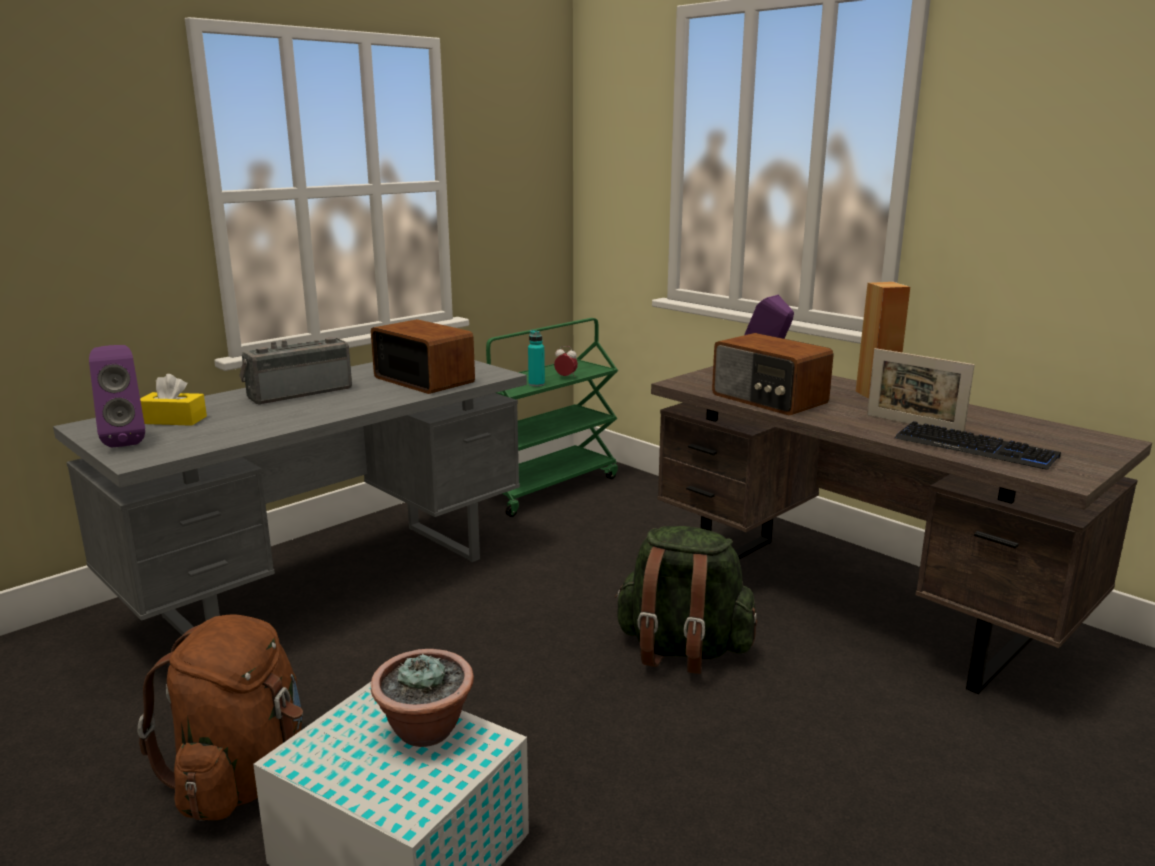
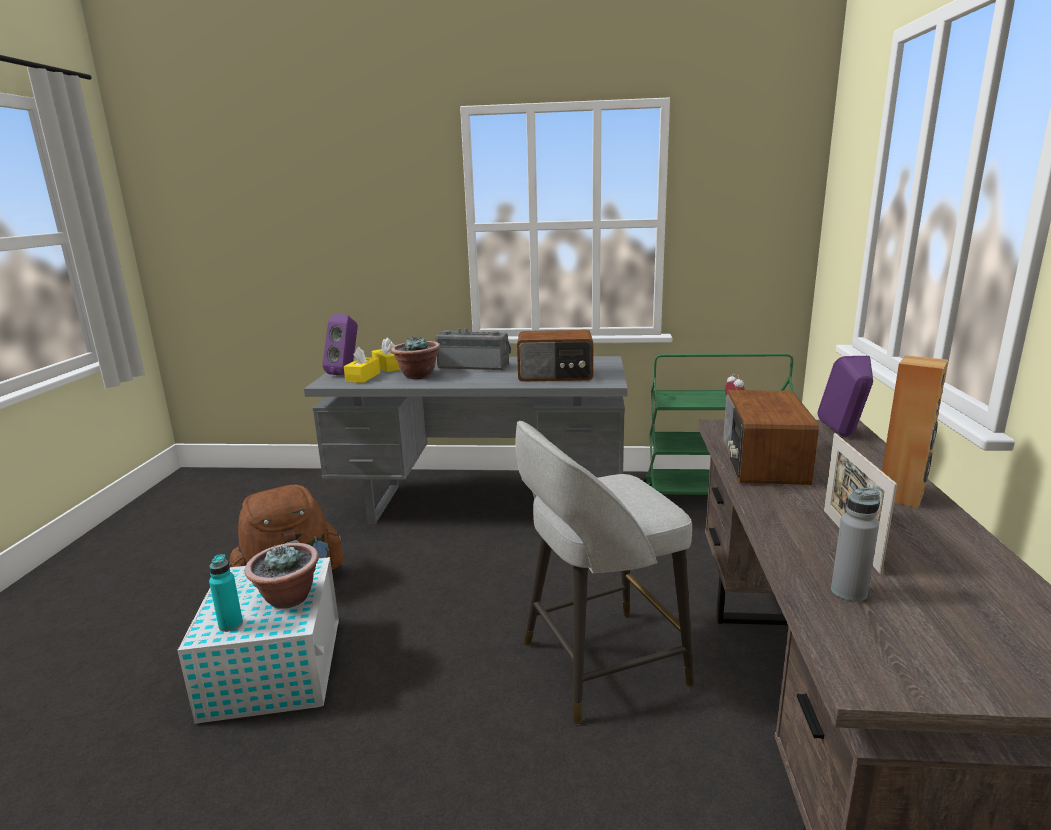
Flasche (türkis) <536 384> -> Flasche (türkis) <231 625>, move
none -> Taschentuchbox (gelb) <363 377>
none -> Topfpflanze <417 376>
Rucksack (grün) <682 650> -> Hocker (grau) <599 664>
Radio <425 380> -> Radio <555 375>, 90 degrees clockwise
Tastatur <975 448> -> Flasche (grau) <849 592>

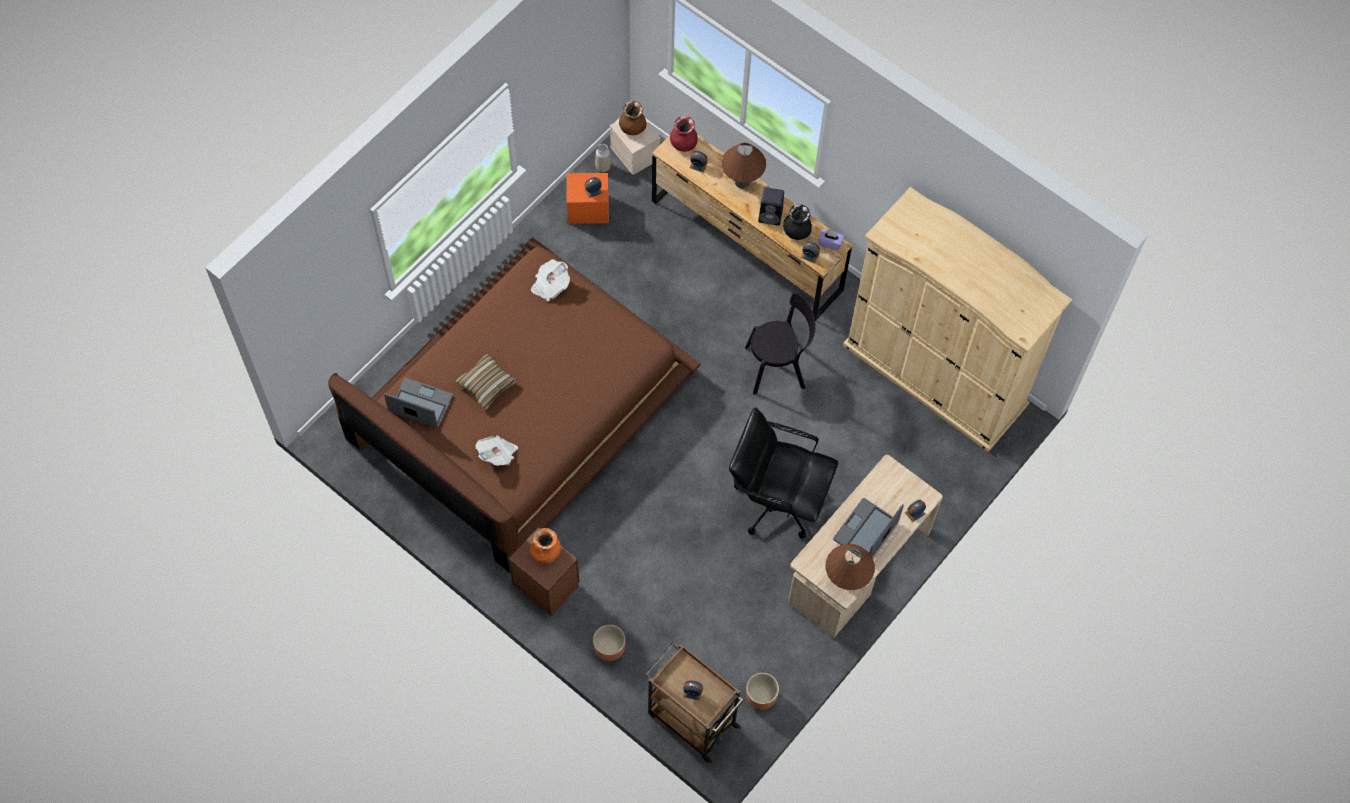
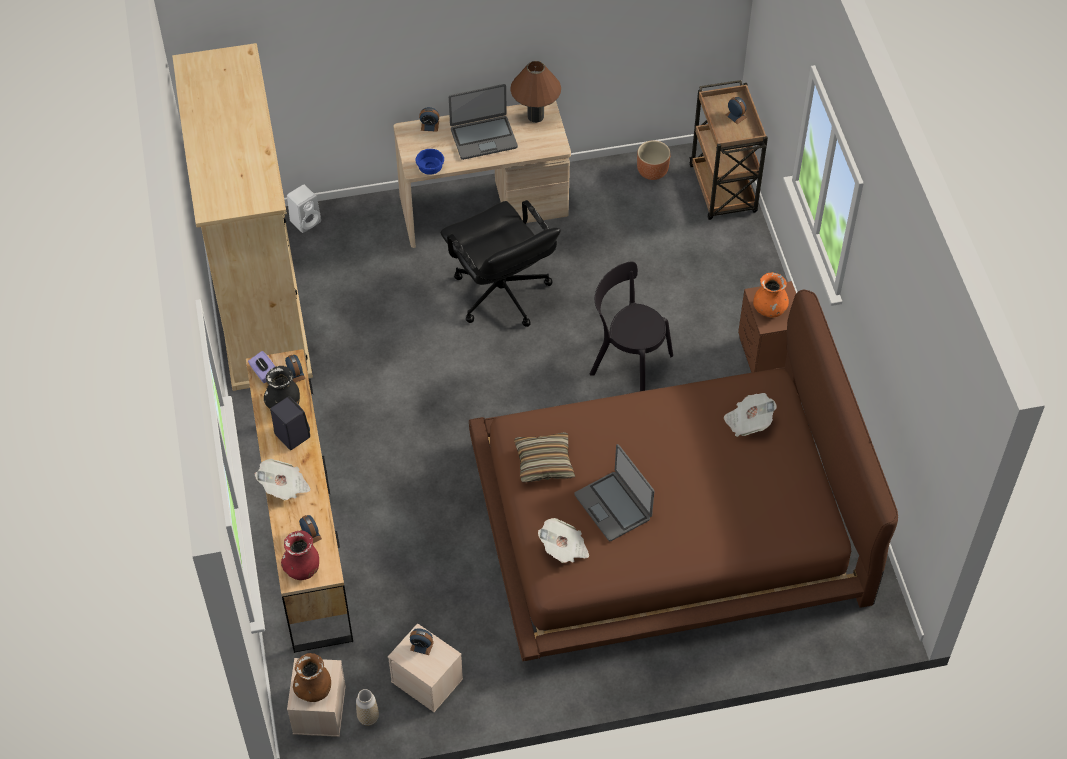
Tischlampe (braun) <742 182> -> Zeitung <284 487>
none -> Lautsprecher (weiß) <306 221>
Aufbewahrungsbox (orange) <587 209> -> Aufbewahrungsbox (beige) <428 680>
none -> Schüssel (blau) <431 168>
Kissen <487 384> -> Kissen <544 462>, move
Laptop <421 405> -> Laptop <613 506>, move
Stuhl (schwarz) <778 367> -> Stuhl (schwarz) <627 362>, move
Pflanzkübel (braun) <609 649> -> none

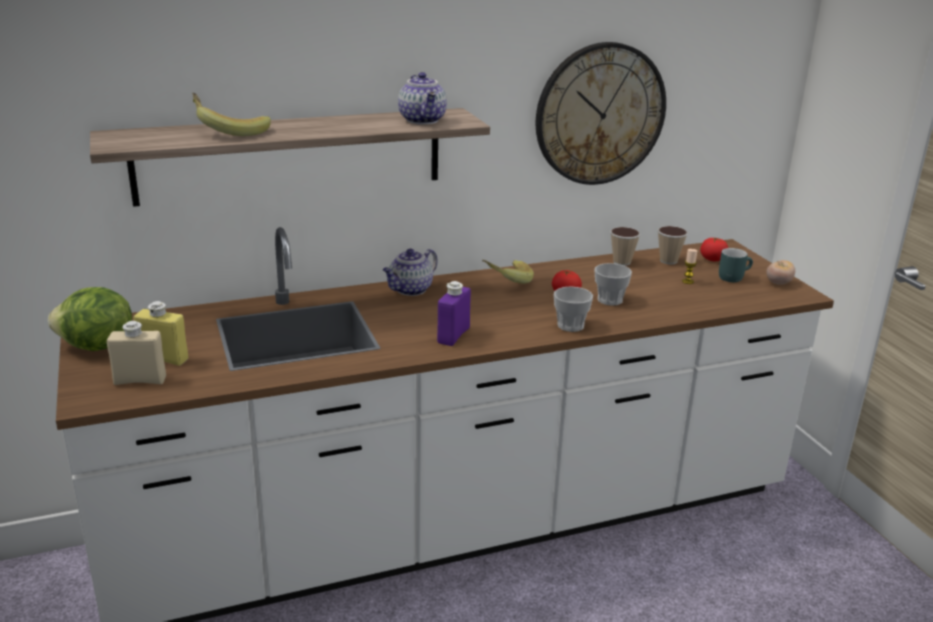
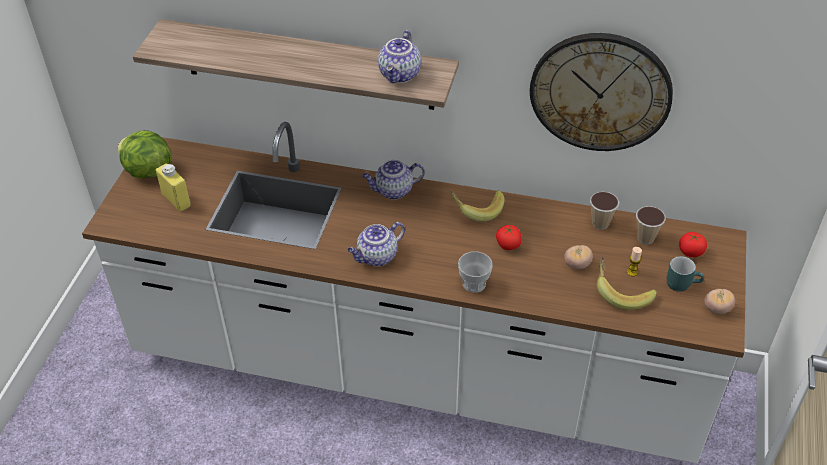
Flasche (lila) <453 335> -> Teekanne <376 257>
none -> Tomate <577 264>
Banane <230 131> -> Banane <621 292>, move
Flasche (beige) <140 380> -> none
Tasse <610 300> -> none

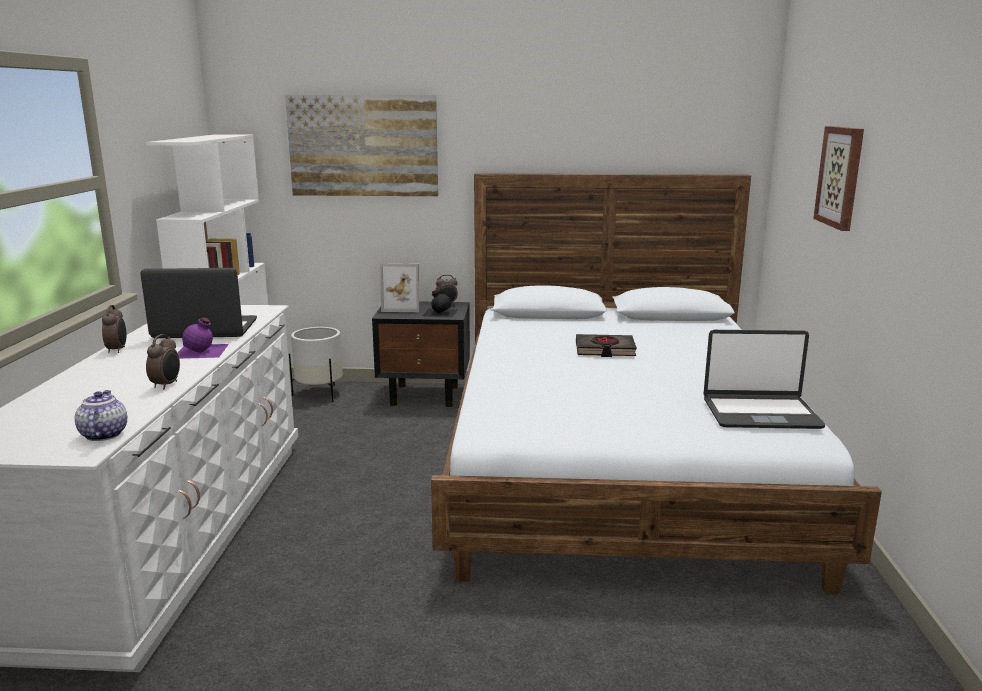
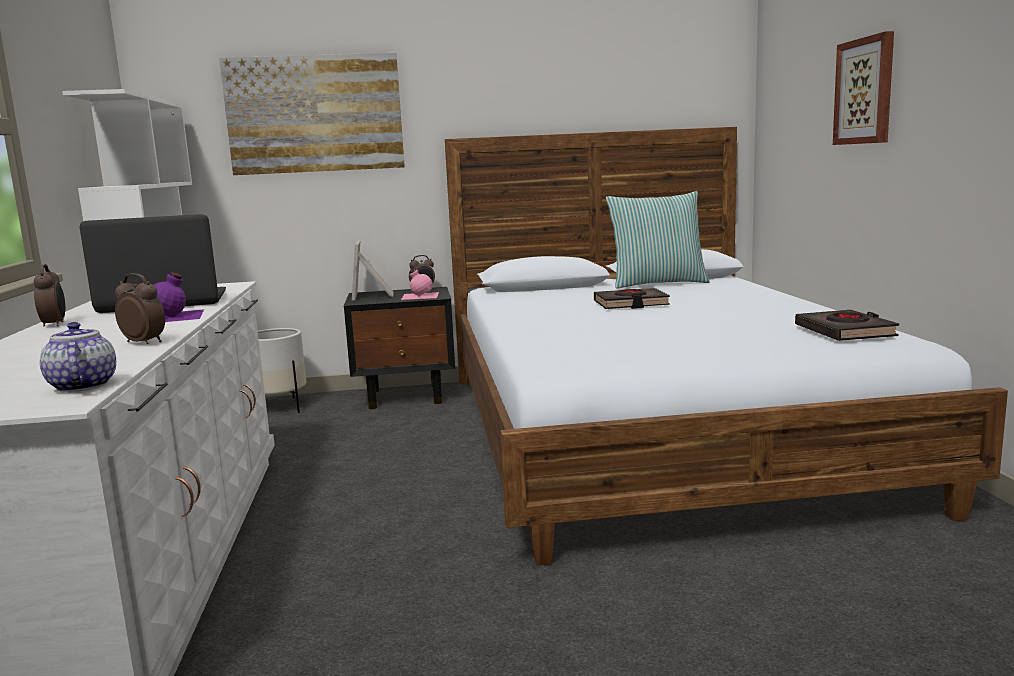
Wecker <167 385> -> Wecker <145 342>, 60 degrees counterclockwise
Bilderrahmen <402 307> -> Bilderrahmen <374 295>, 90 degrees clockwise
Flasche (schwarz) <439 312> -> Flasche (rosa) <419 295>
none -> Kissen <657 283>
Laptop <760 413> -> Buch (schwarz) <845 332>

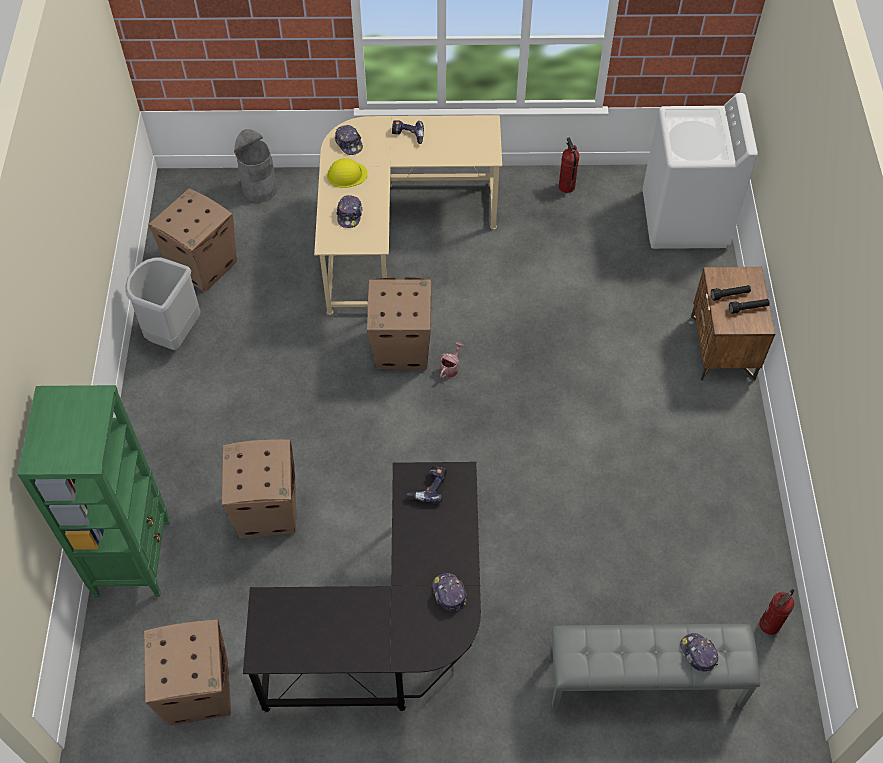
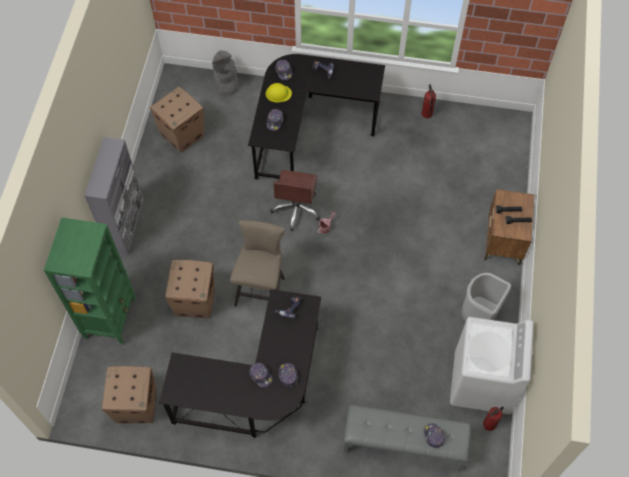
none -> Schrank (grau) <126 225>
none -> Hocker (beige) <261 289>
Schreibtisch (beige) <394 232> -> Schreibtisch (schwarz) <308 129>
none -> Kappe <261 376>
Karton <400 348> -> Bürostuhl (braun) <296 209>
Waschmaschine (weiß) <685 220> -> Waschmaschine (weiß) <482 383>, move
Mülleimer (grau) <173 334> -> Mülleimer (grau) <478 316>, move

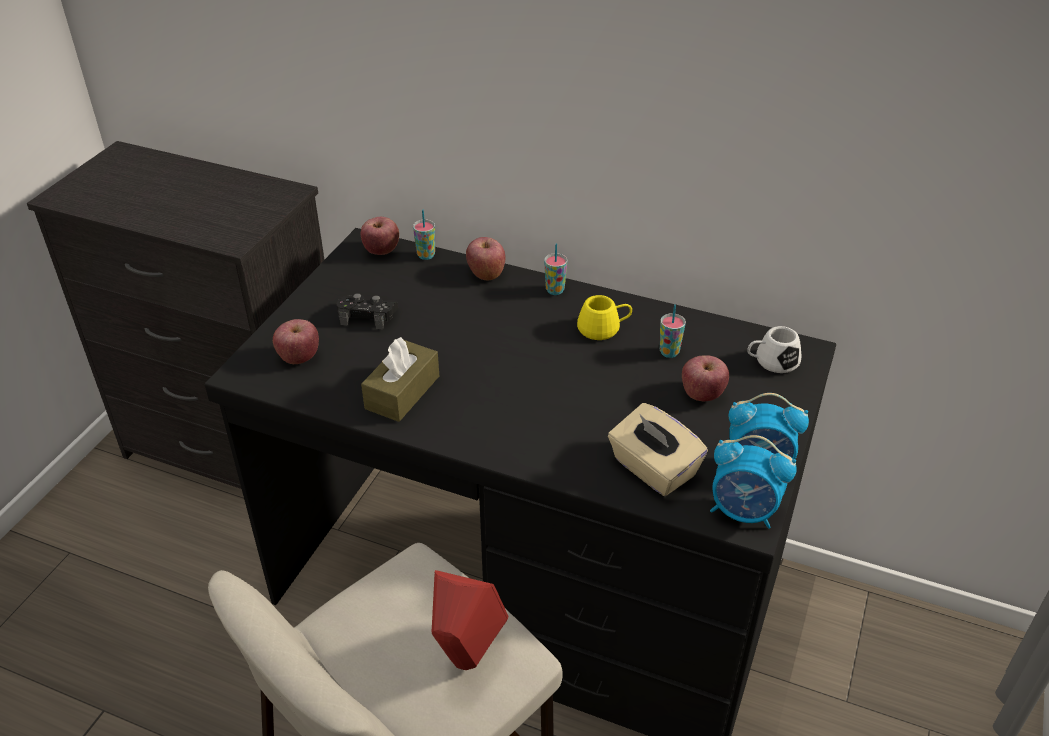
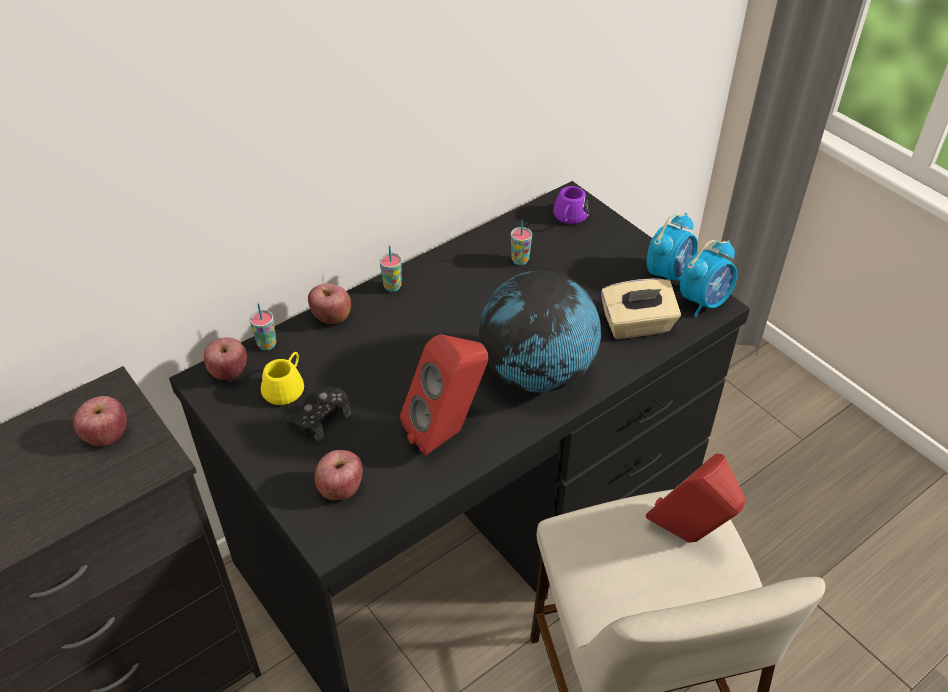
Apfel <702 394> -> Apfel <106 435>, move
Henkelbecher (gelb) <604 328> -> Henkelbecher (gelb) <286 387>, move
Taschentuchbox (braun) <402 392> -> Lautsprecher (rot) <448 432>
none -> Globus <536 373>
Henkelbecher (weiß) <771 361> -> Henkelbecher (lila) <569 217>

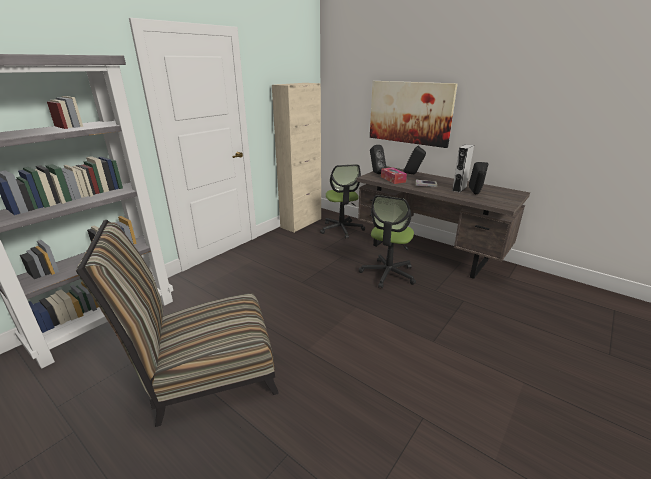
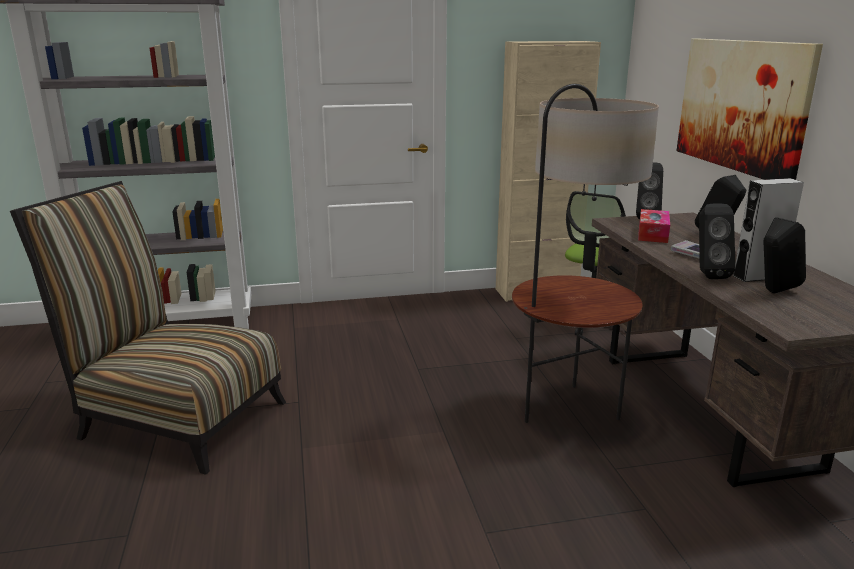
Bürostuhl <388 274> -> Stehlampe <566 410>
none -> Lautsprecher (schwarz) <707 274>

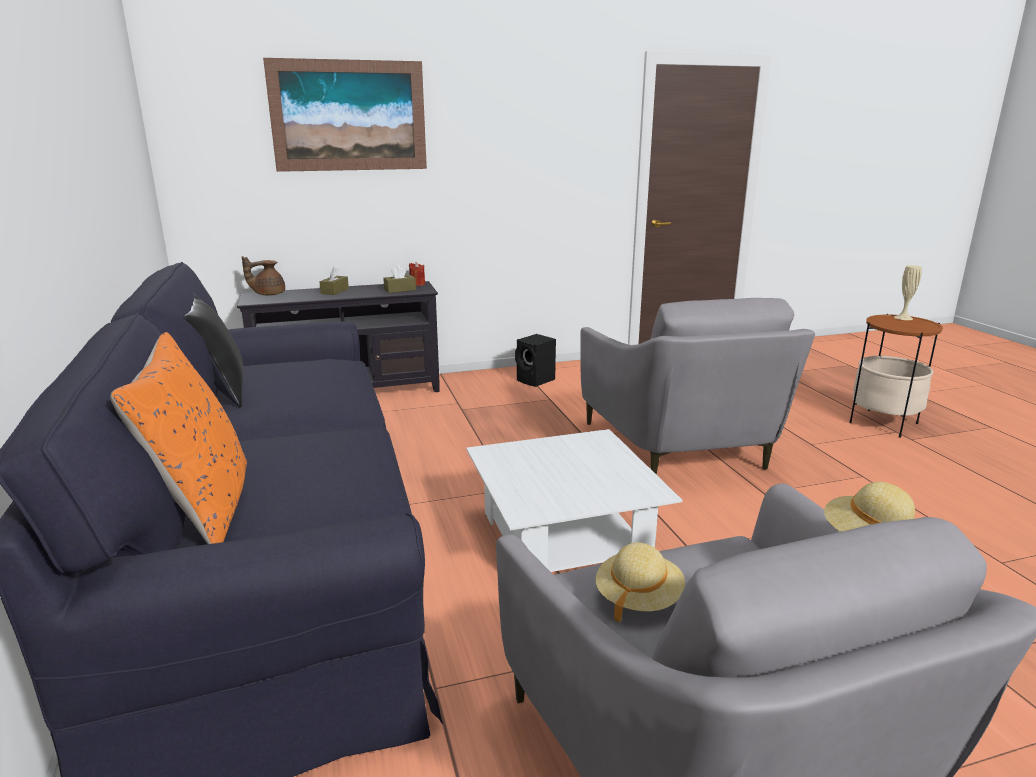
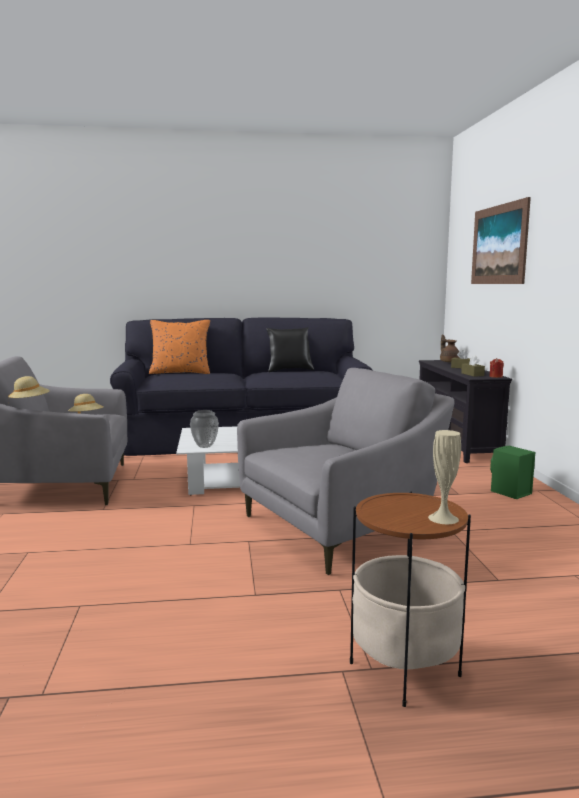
none -> Vase <205 446>
Sessel (grau) <684 447> -> Sessel (grau) <343 527>, 150 degrees clockwise
Lautsprecher (schwarz) <536 380> -> Lautsprecher (grün) <509 493>

